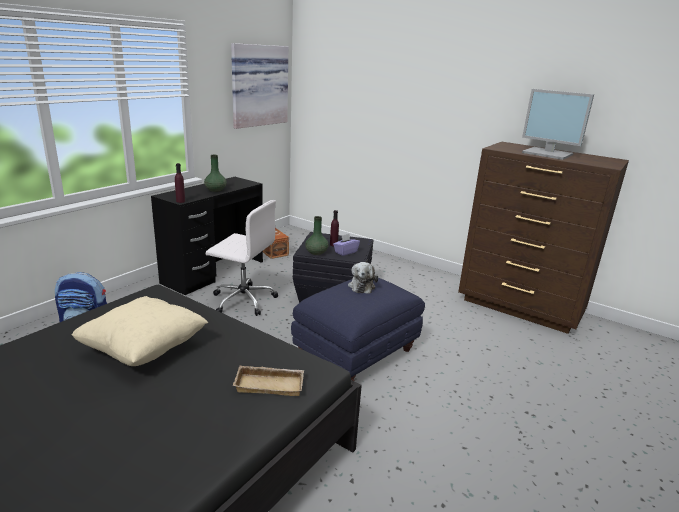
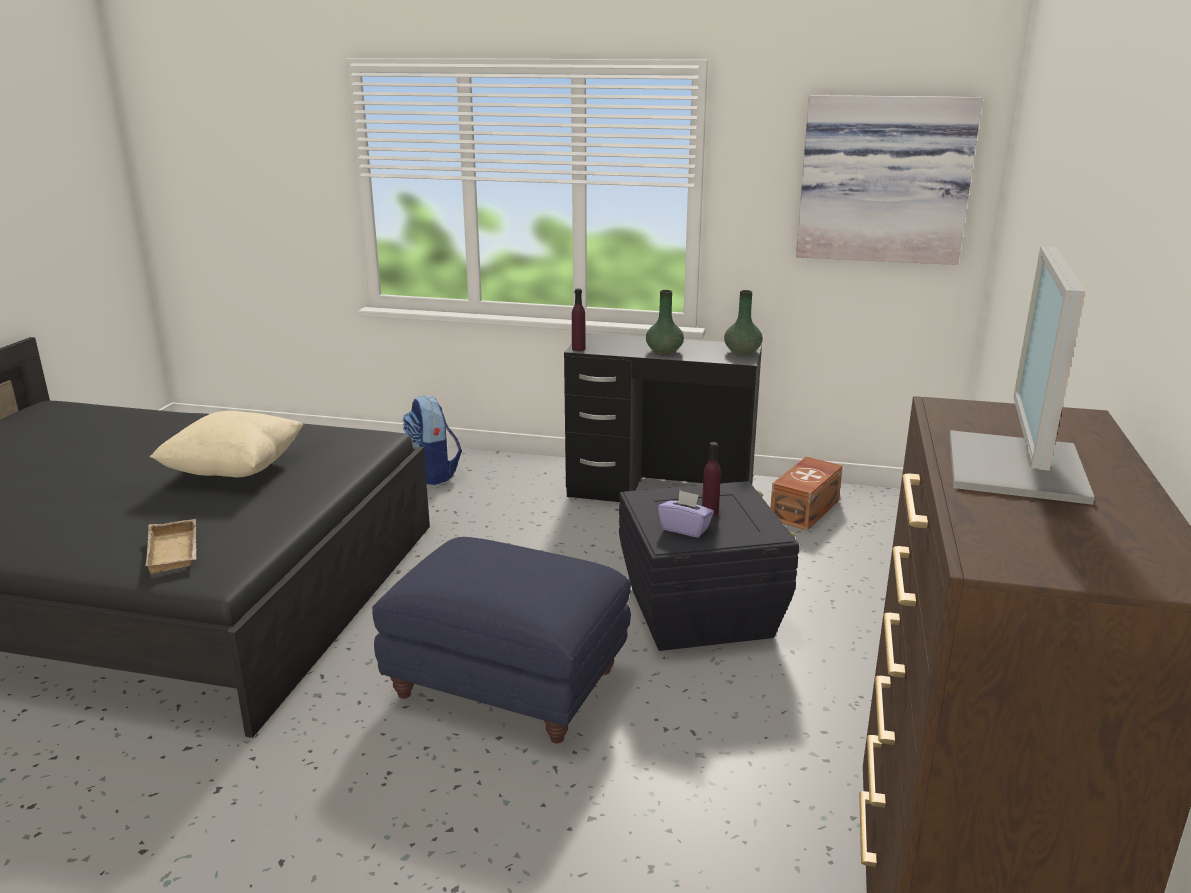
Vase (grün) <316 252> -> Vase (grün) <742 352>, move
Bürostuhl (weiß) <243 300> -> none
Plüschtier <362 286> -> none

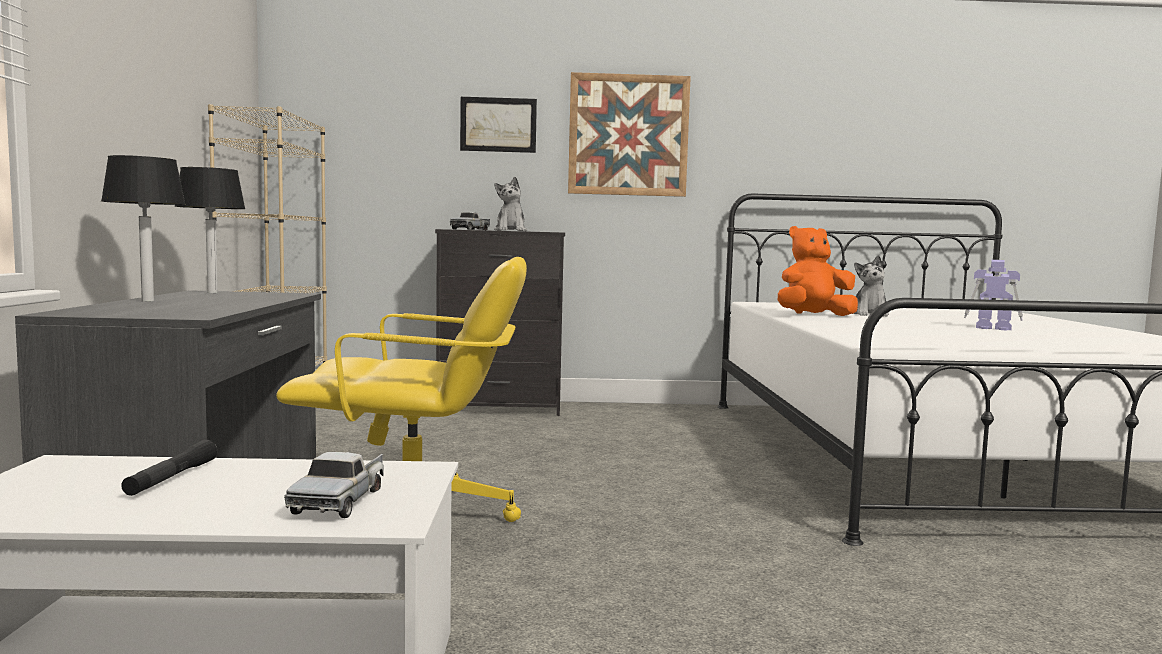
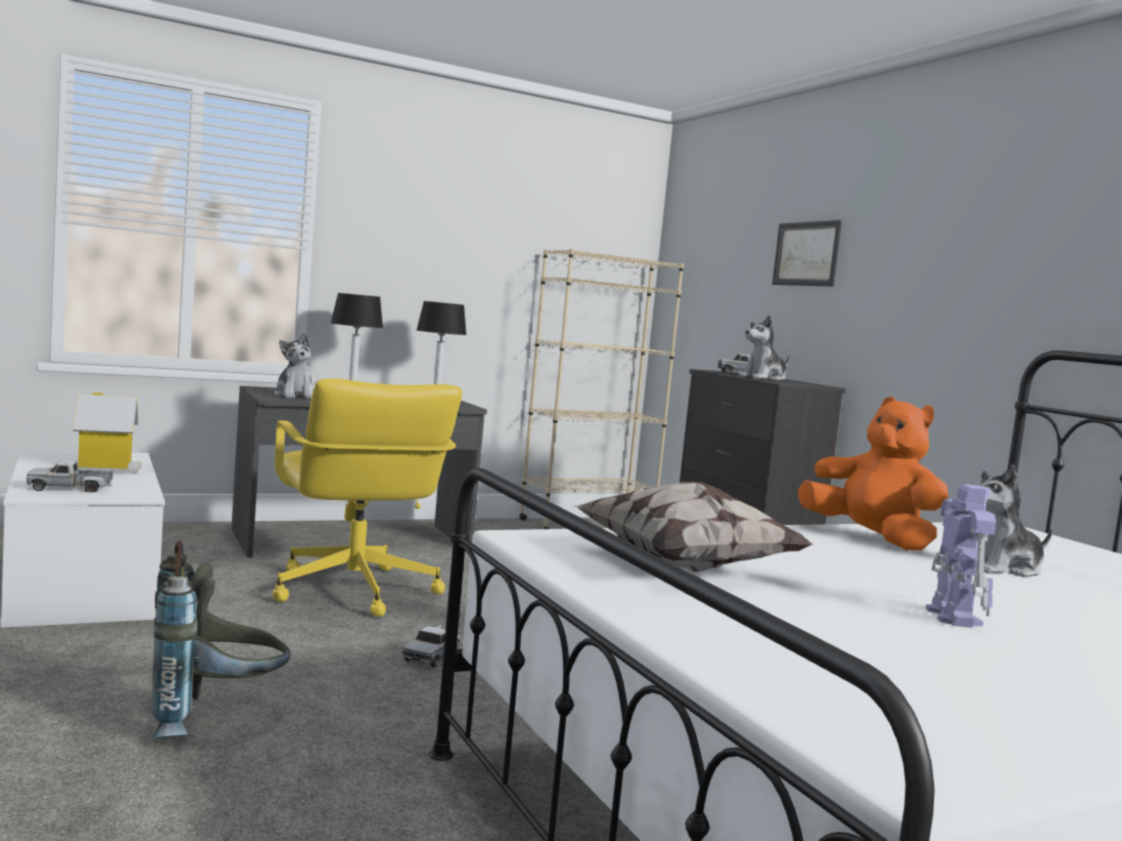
Taschenlampe (schwarz) <171 478> -> Spielzeughaus <106 468>
none -> Rucksack (grau) <213 719>
none -> Plüschtier <294 396>
none -> Spielzeuglaster <433 655>
none -> Kissen <686 565>
Bild <628 135> -> none

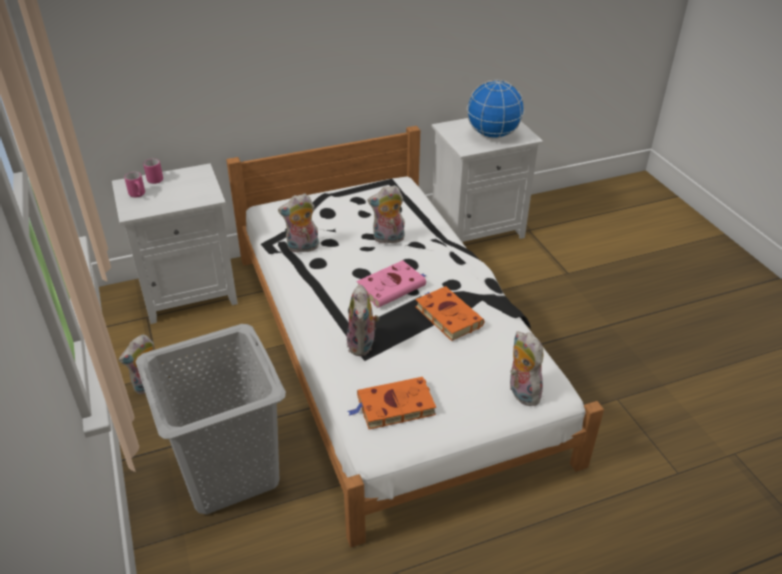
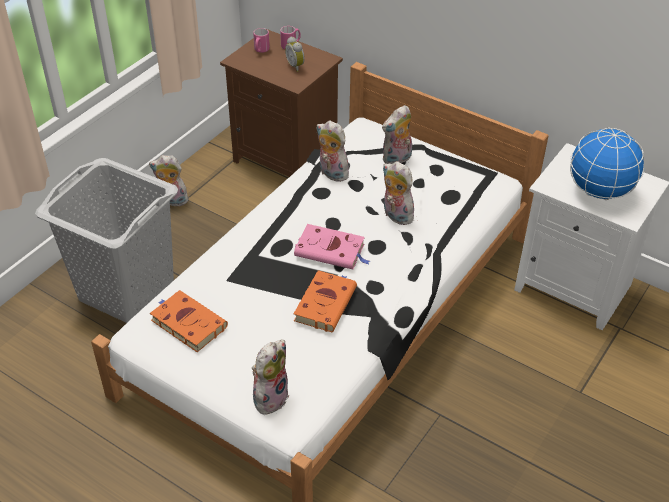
Nachttisch (weiß) <190 292> -> Nachttisch (braun) <287 159>
none -> Wecker <296 66>
Plüschtier <363 345> -> Plüschtier <397 159>, move

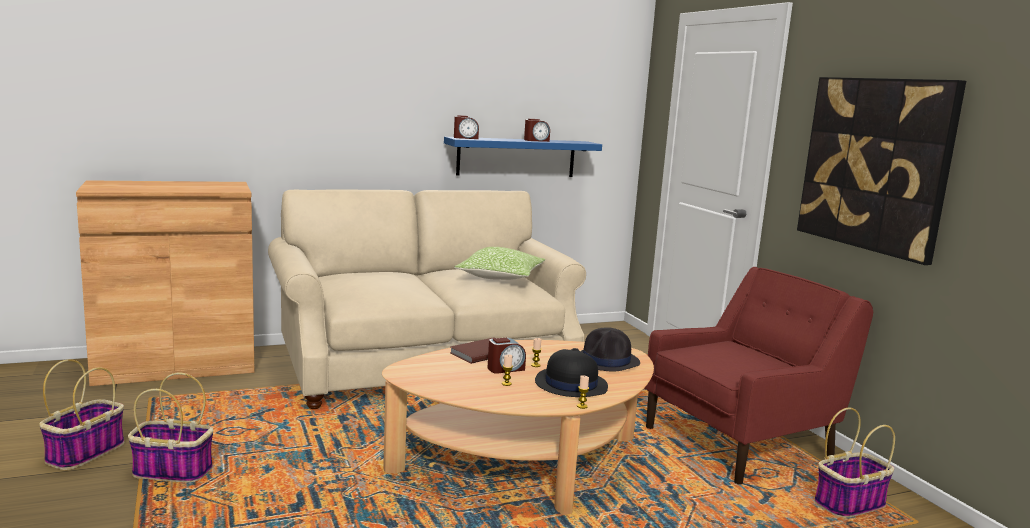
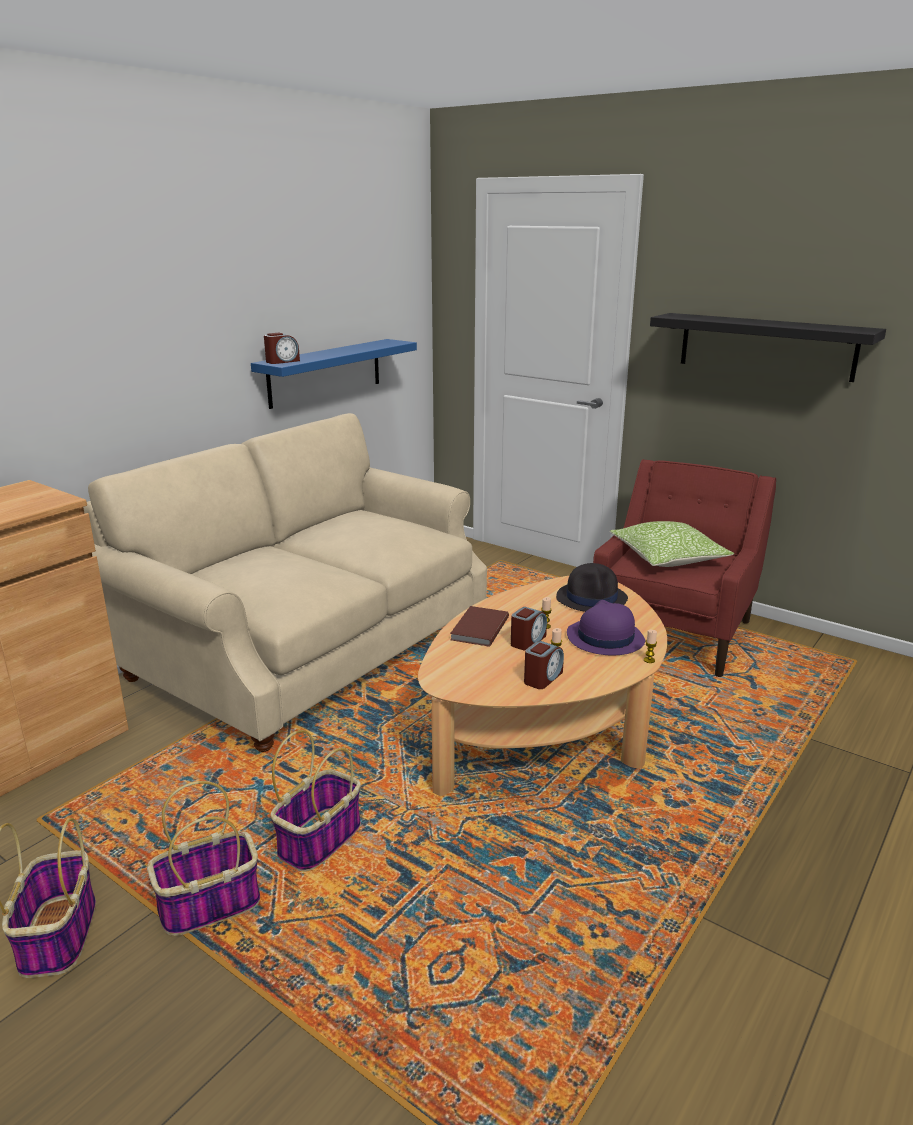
Korb <849 503> -> Korb <320 839>, move
Wecker <536 140> -> Wecker <542 678>, move
Hut (schwarz) <570 384> -> Hut (lila) <604 638>
Kissen <500 277> -> Kissen <668 558>, move
Bild <875 164> -> Wandregal (schwarz) <766 346>

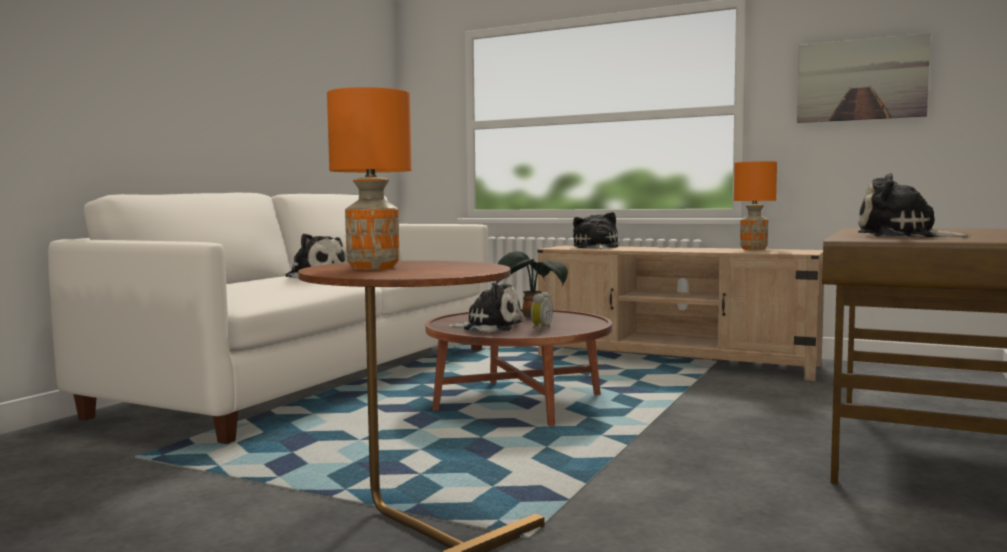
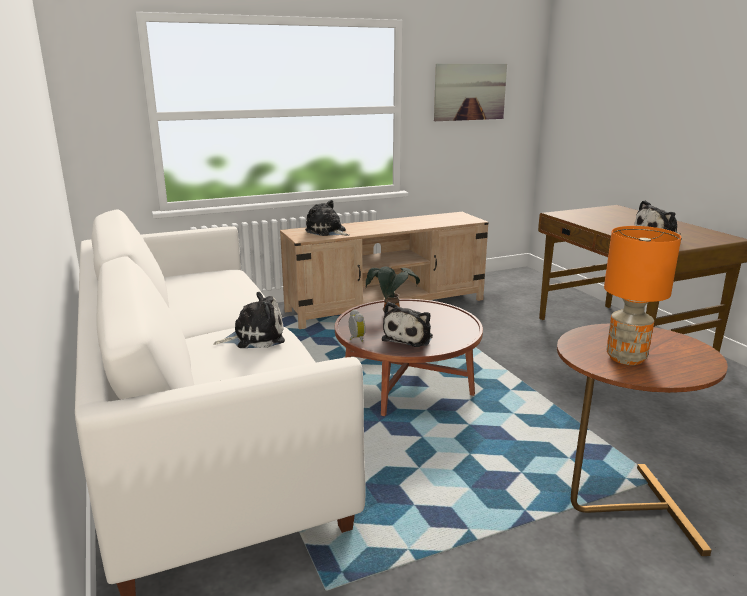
Wecker <540 328> -> Wecker <355 339>, move
Plüschtier <489 327> -> Plüschtier <409 337>, 150 degrees clockwise
Tischlampe (orange) <753 249> -> none

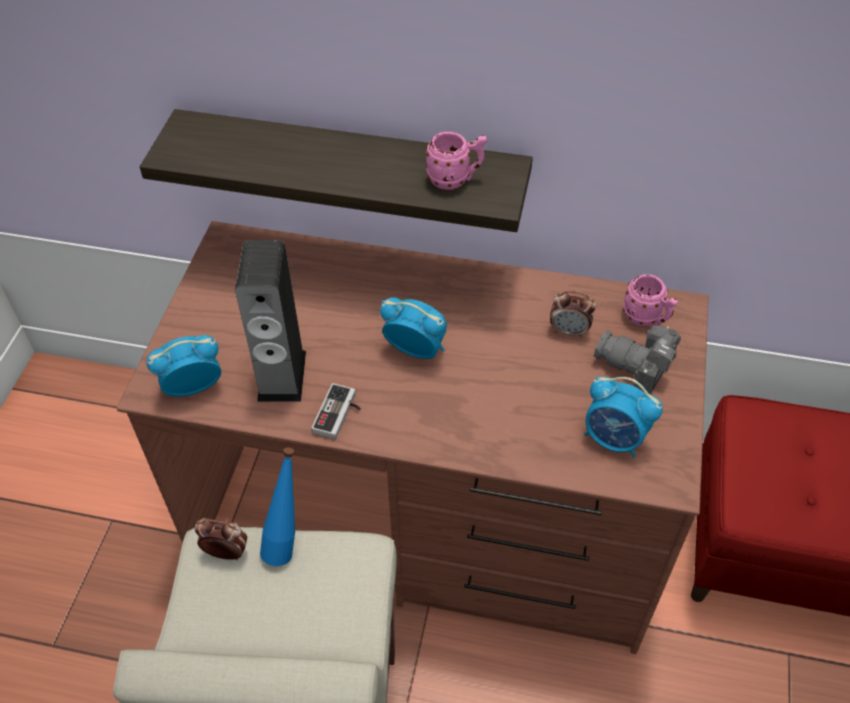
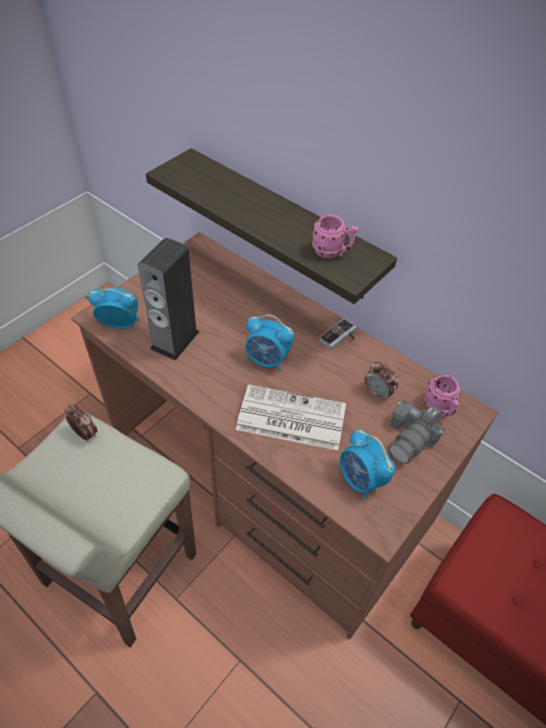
none -> Zeitung <289 418>
Wecker <415 349> -> Wecker <267 360>, 150 degrees clockwise
Gamepad <340 415> -> Gamepad <340 338>, move
Kamera <638 366> -> Kamera <411 438>, 105 degrees counterclockwise
Flasche (blau) <287 541> -> none

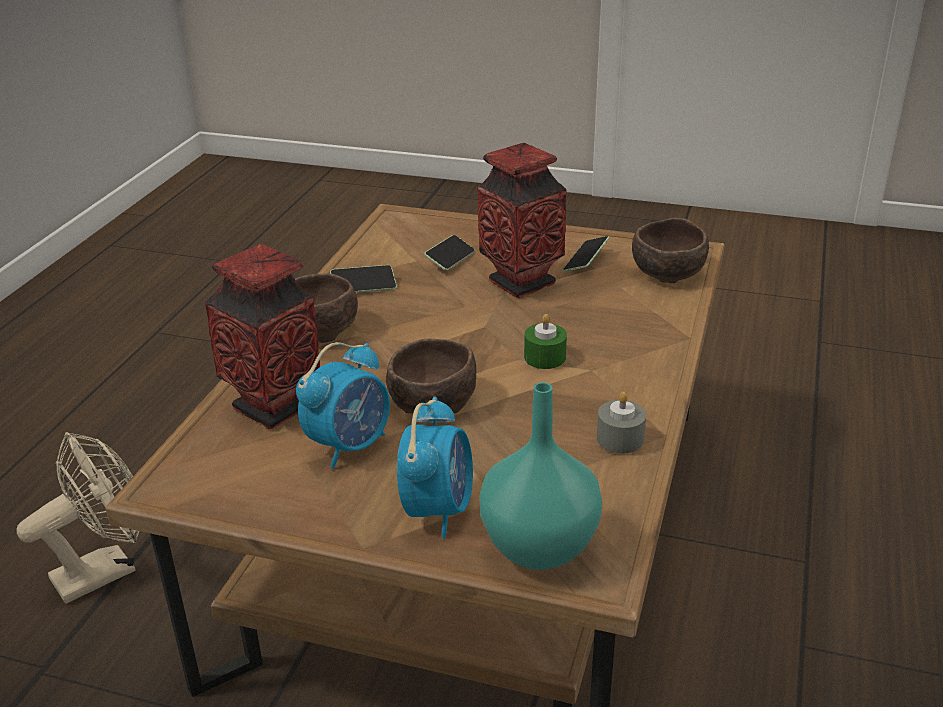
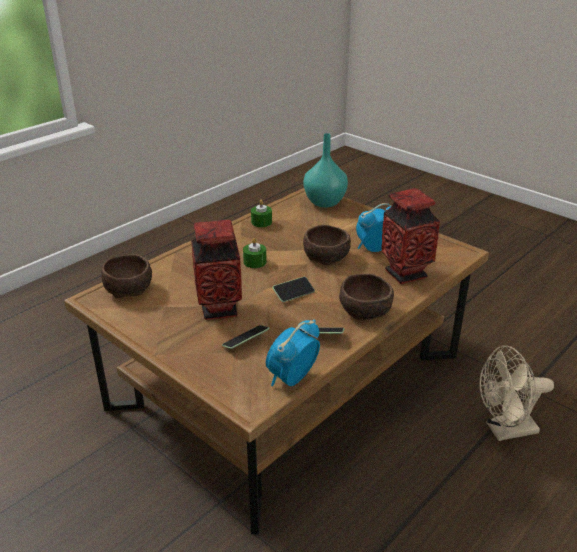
Kerze (grau) <620 438> -> Kerze (grün) <261 222>
Wecker <438 509> -> Wecker <292 378>, move
Handy <585 262> -> Handy <293 294>, move

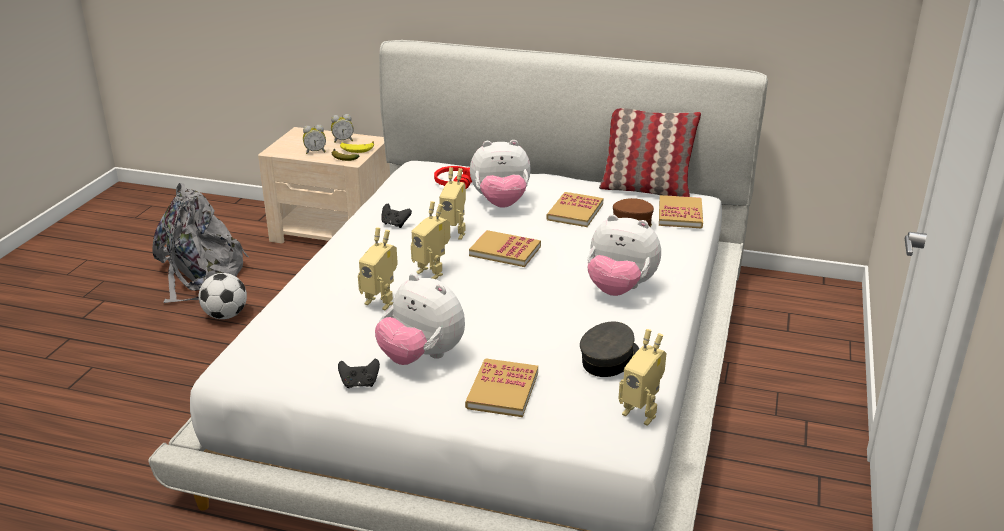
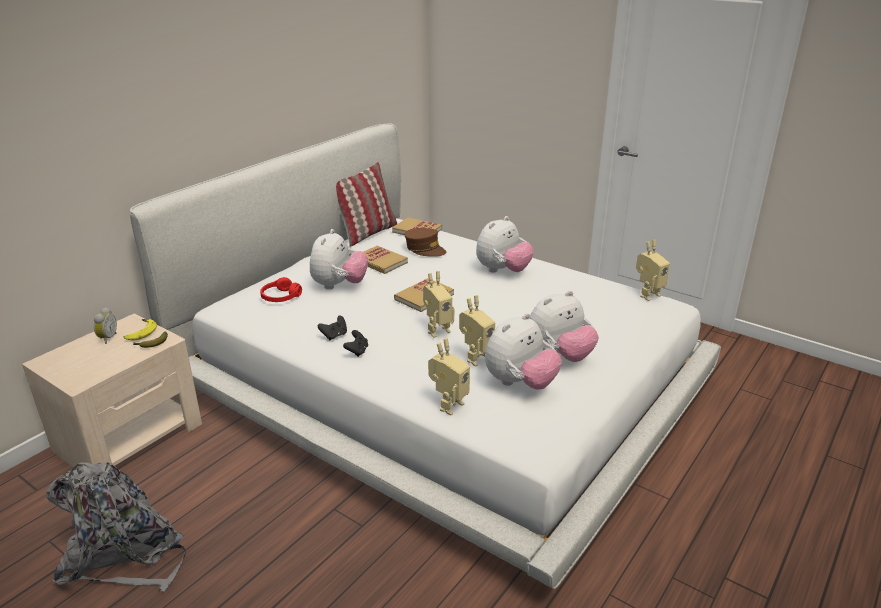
Gamepad (schwarz) <359 384> -> Gamepad (schwarz) <357 351>, move
Spielzeugroboter <454 233> -> Spielzeugroboter <448 405>, move
none -> Plüschtier <520 383>
Fußball <226 315> -> none
Wecker <315 151> -> none
Buch <502 390> -> none
Kappe (grau) <609 360> -> none

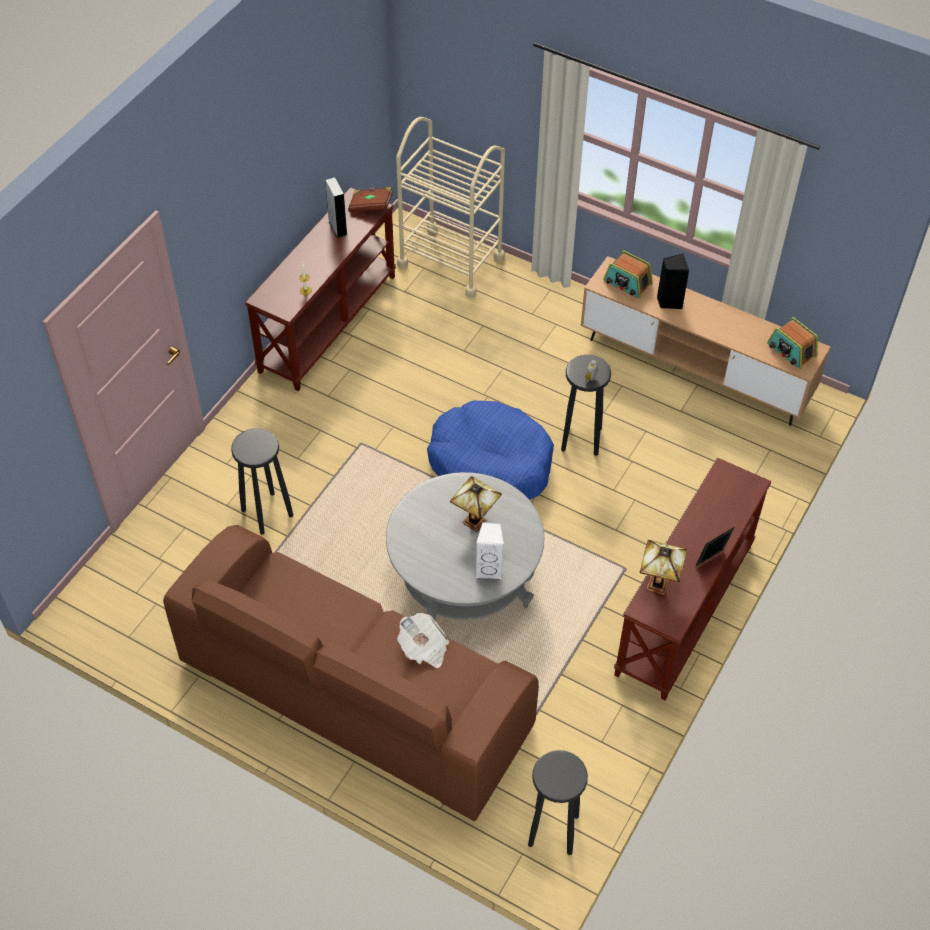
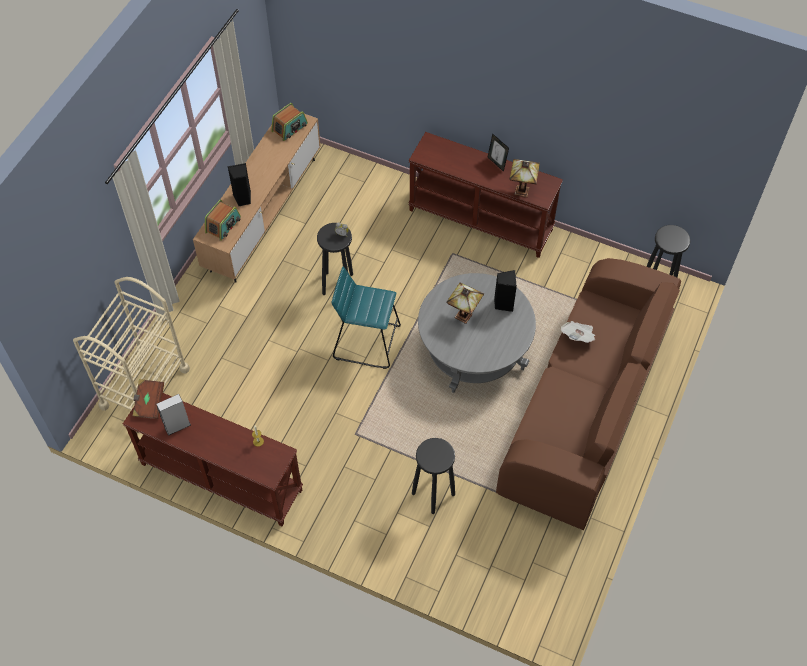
Hundebett (blau) <490 463> -> Hocker (türkis) <367 341>
Lautsprecher (weiß) <489 569> -> Lautsprecher (schwarz) <503 303>

